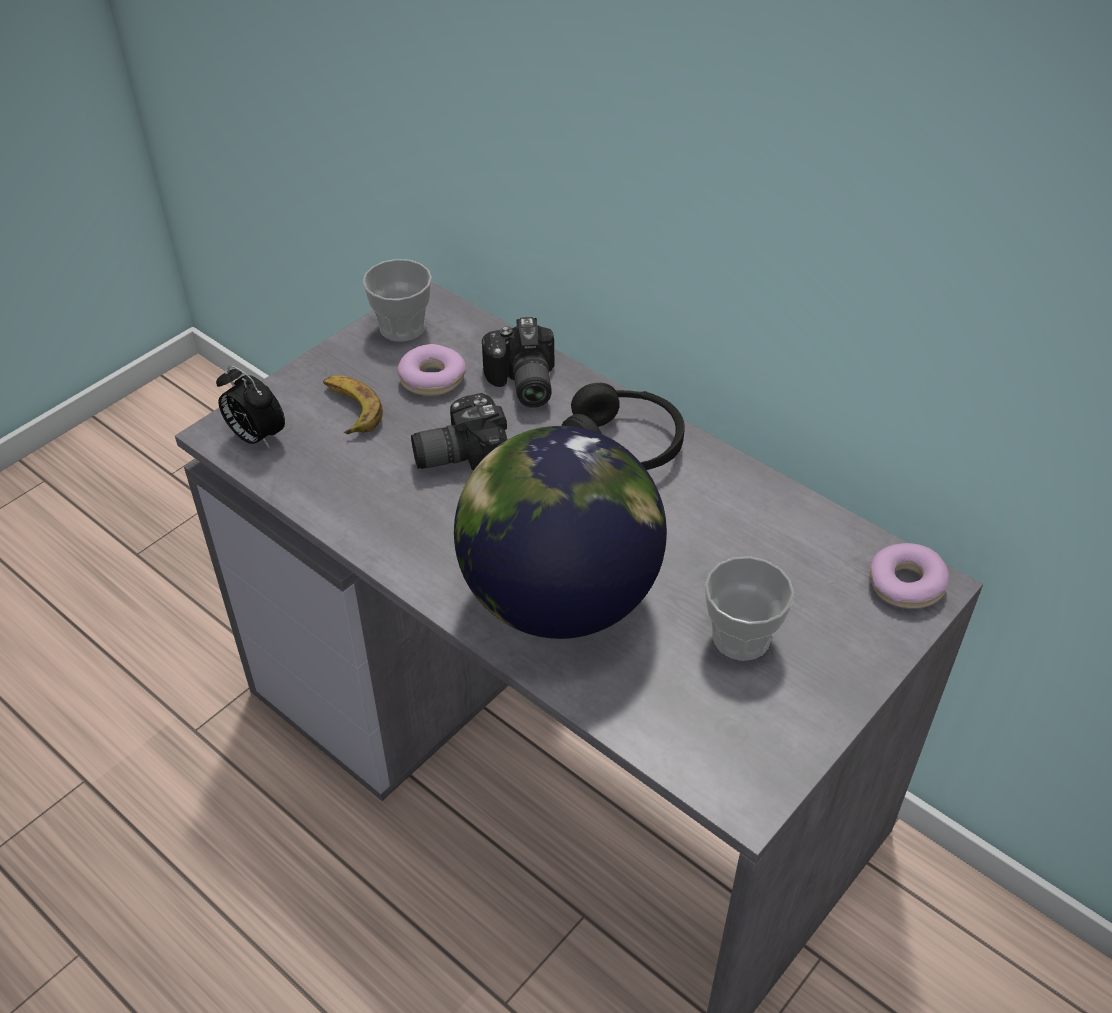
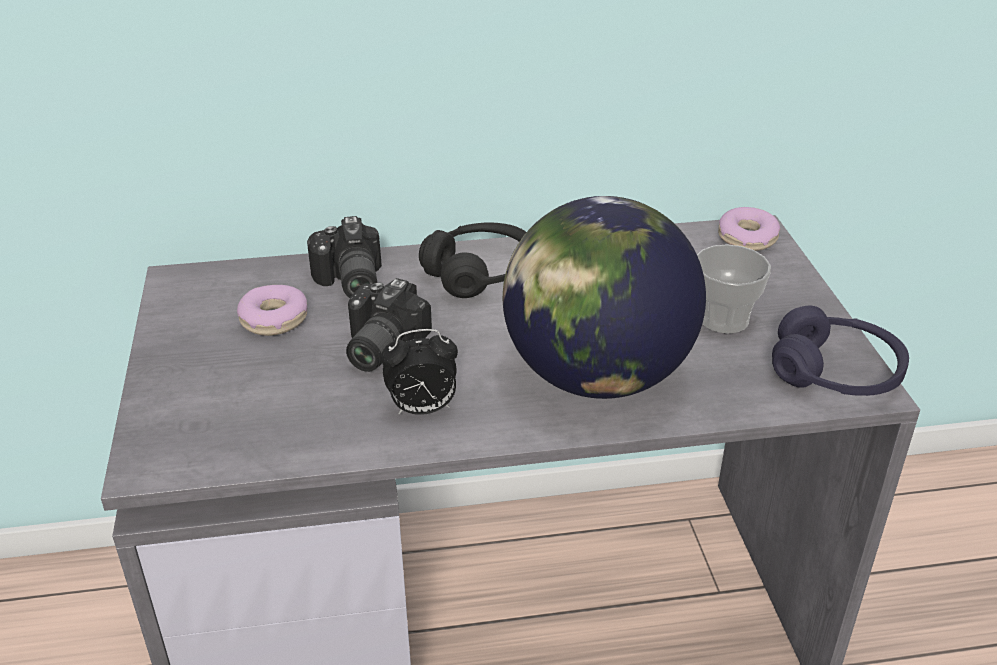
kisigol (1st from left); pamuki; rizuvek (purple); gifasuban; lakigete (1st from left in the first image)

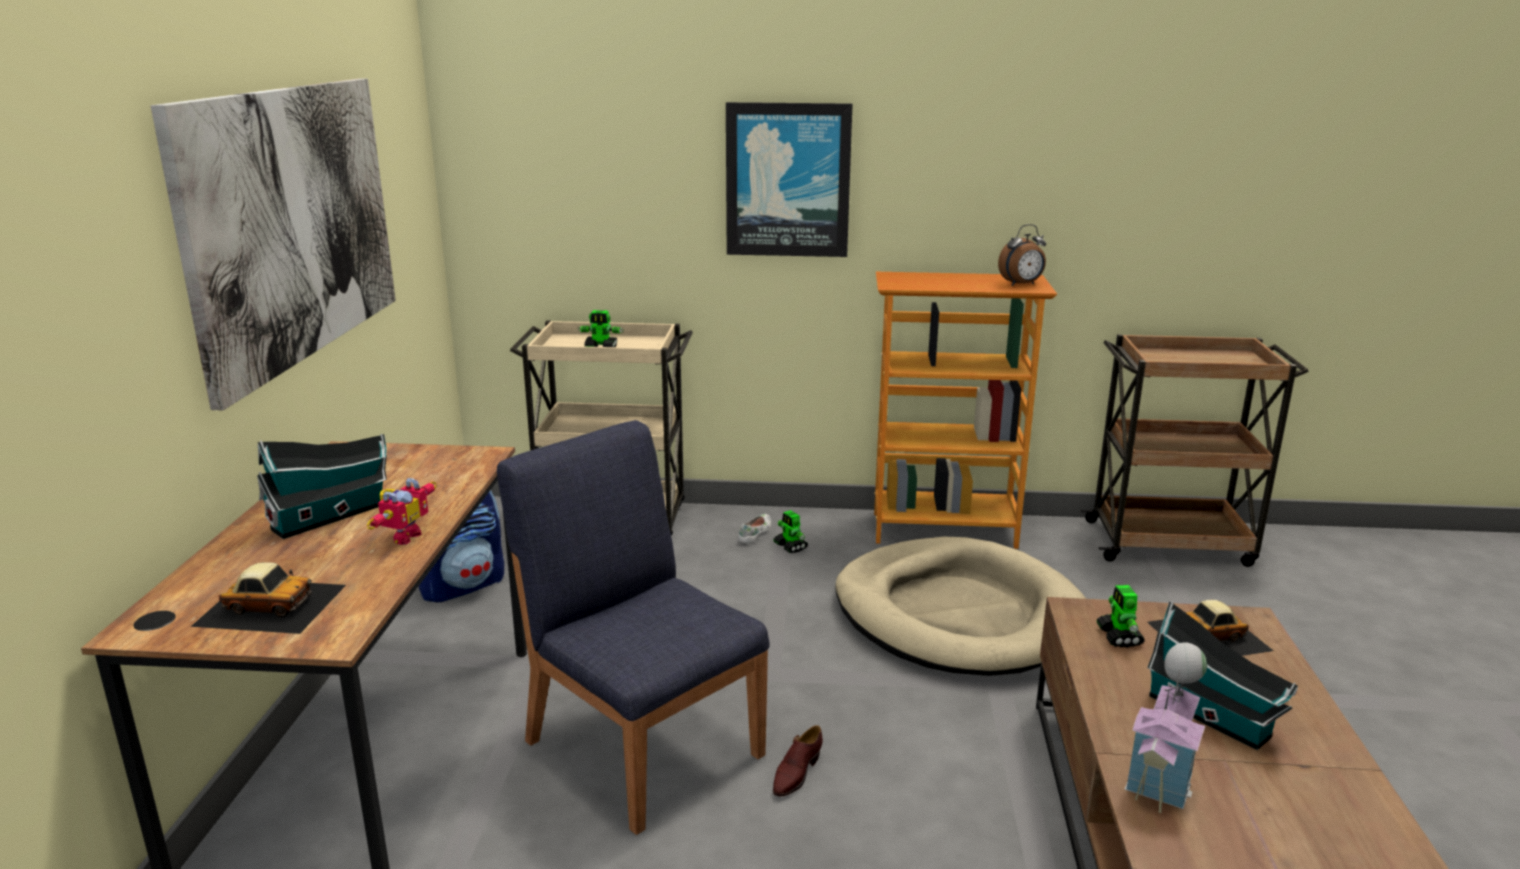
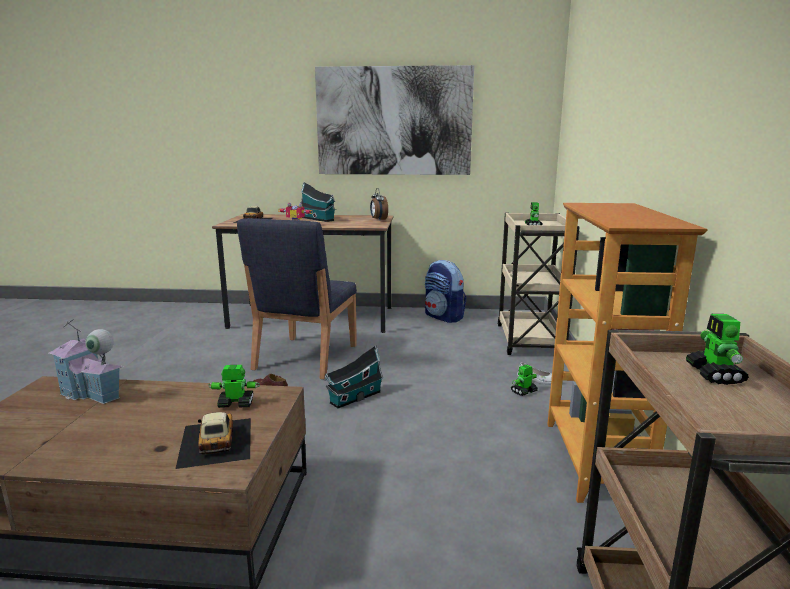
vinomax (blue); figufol (3rd from left); pamuki; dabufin (5th from left); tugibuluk (2nd from left in the first image); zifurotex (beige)

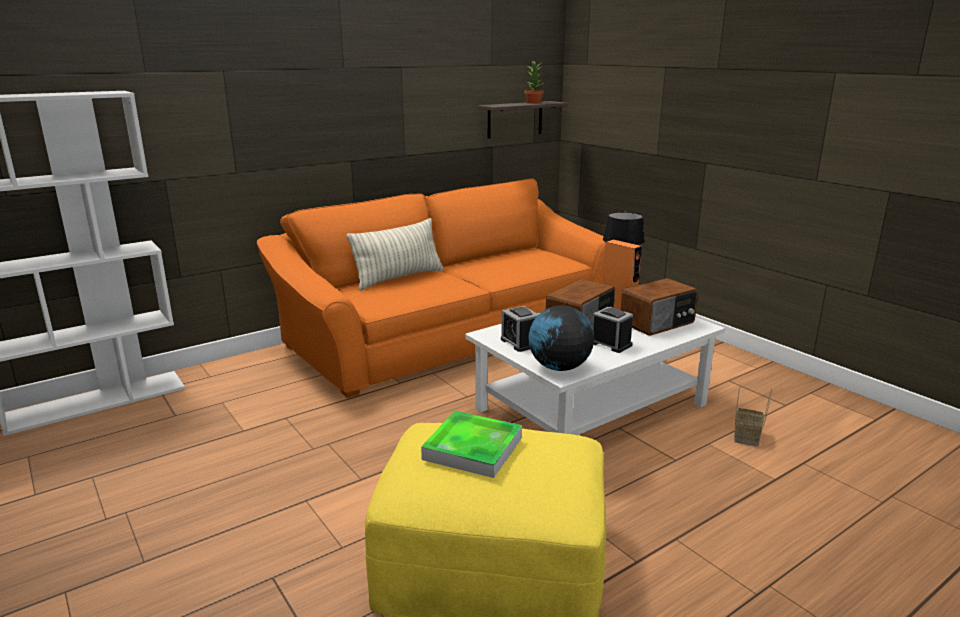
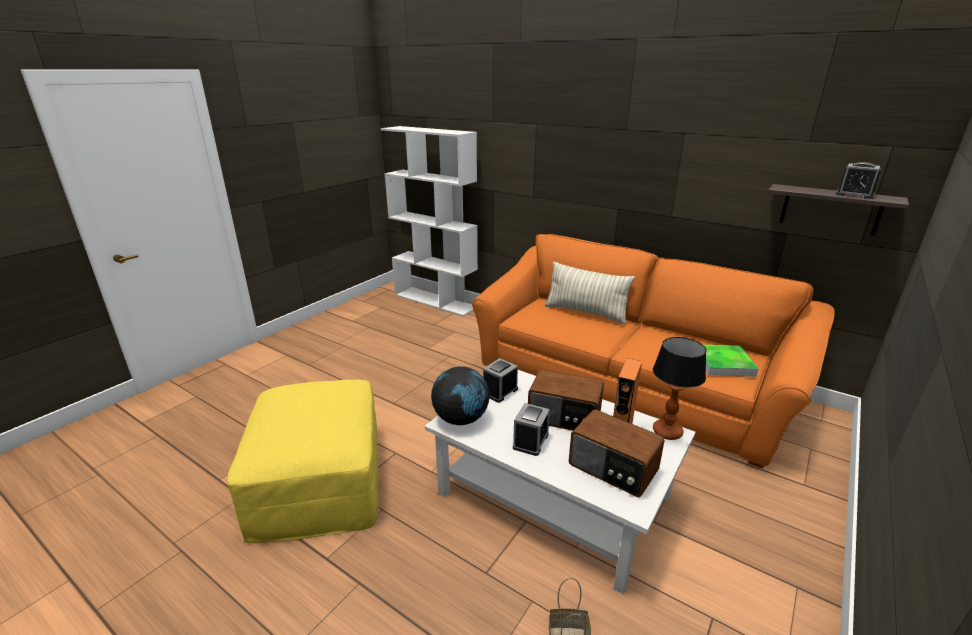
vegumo; pamuki (3rd from left)

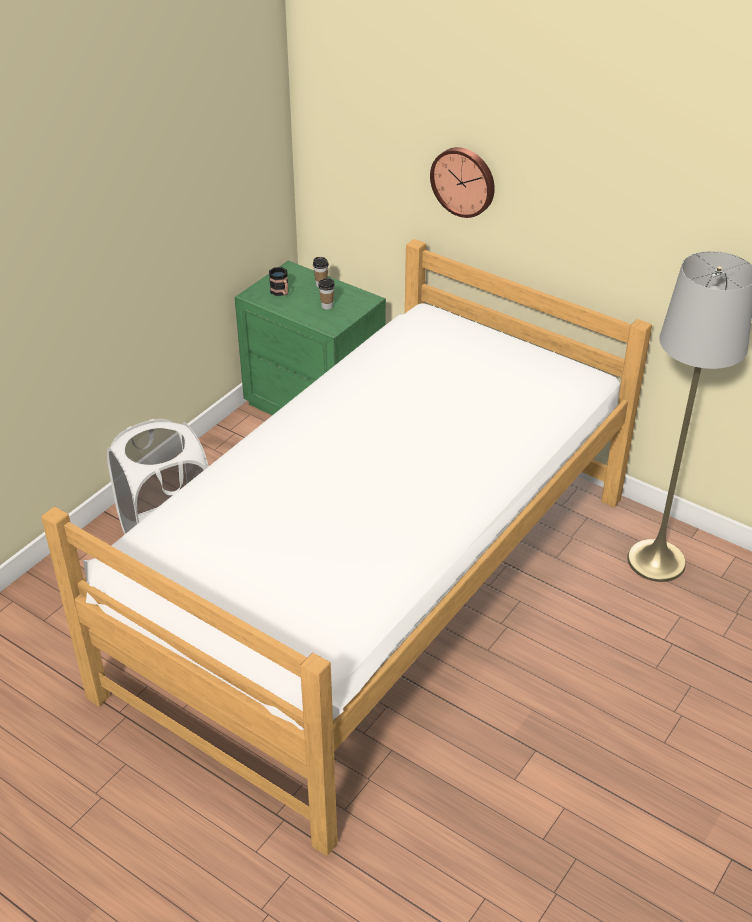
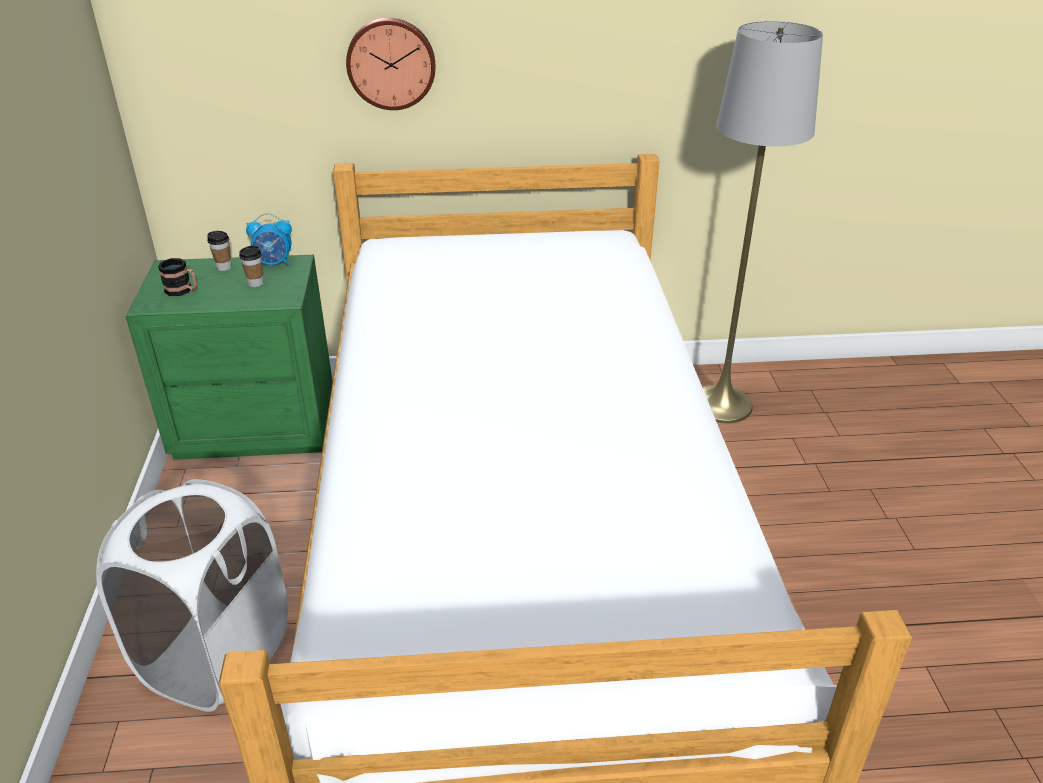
pamuki

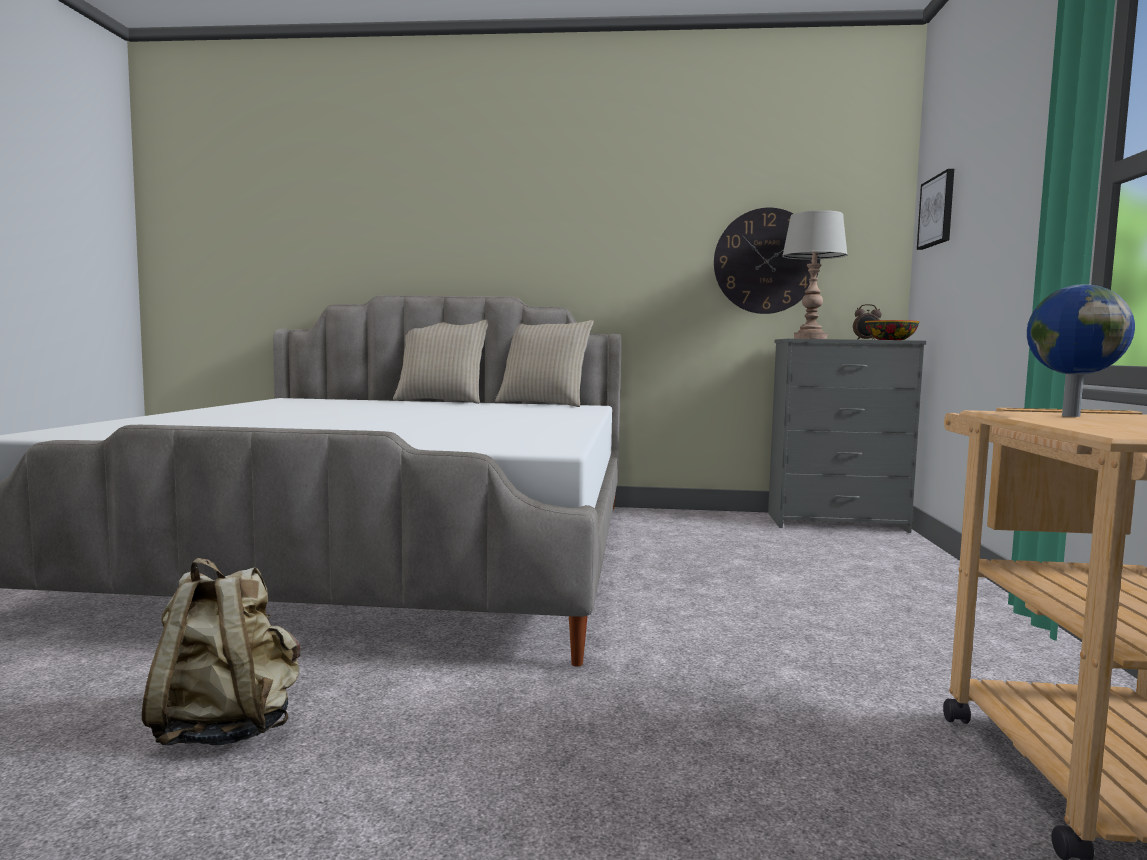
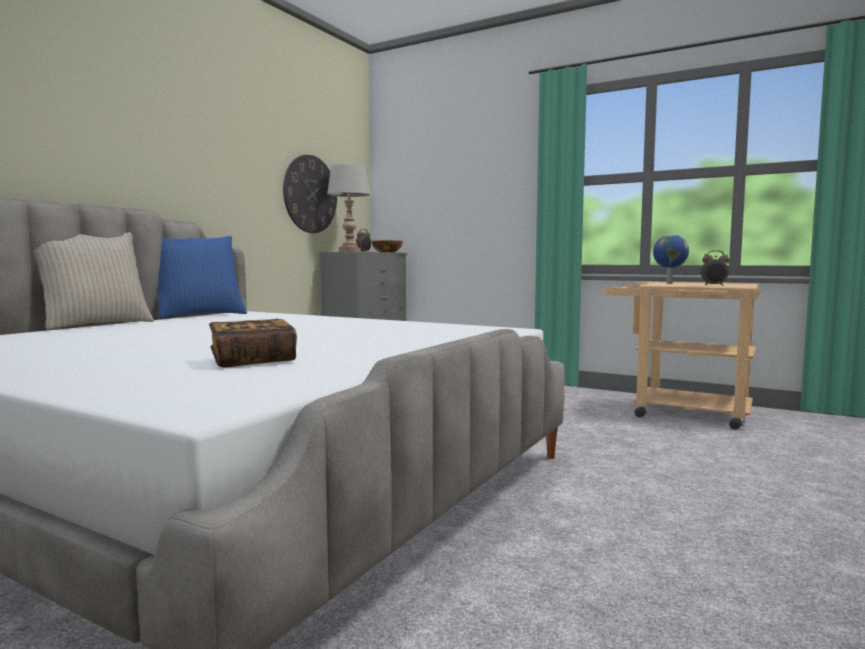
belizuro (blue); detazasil; pamuki (2nd from left); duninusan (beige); tugibuluk

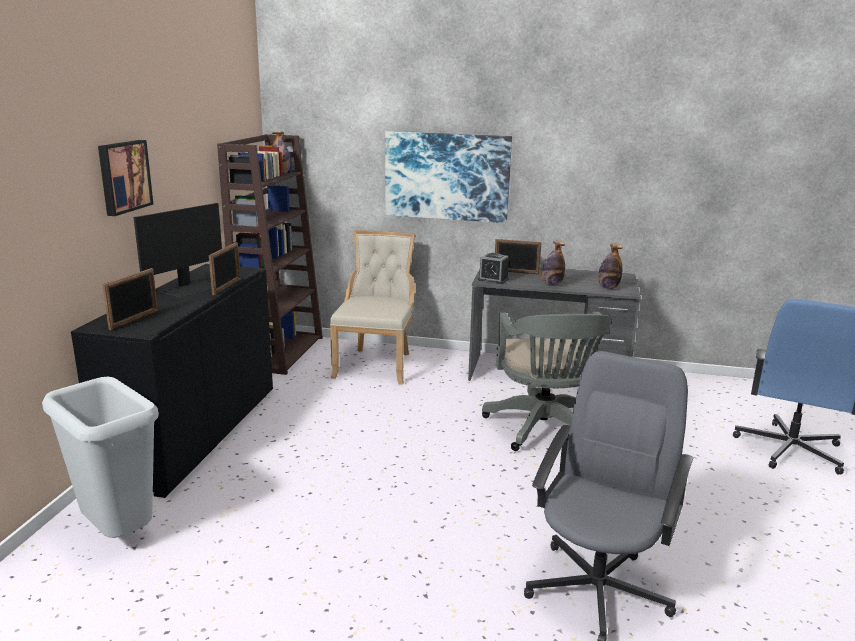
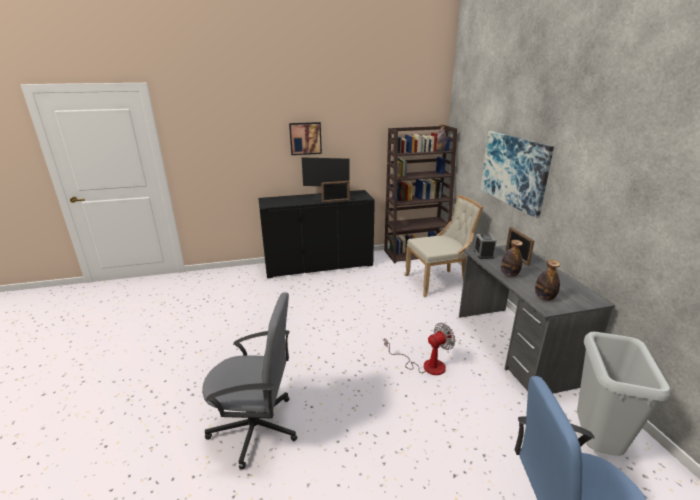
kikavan; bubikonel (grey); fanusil (1st from left in the first image)

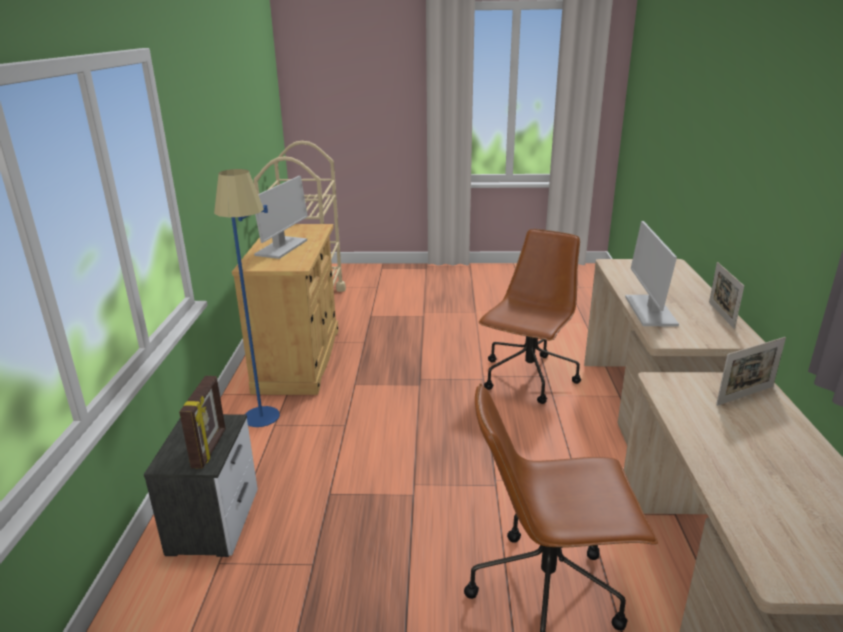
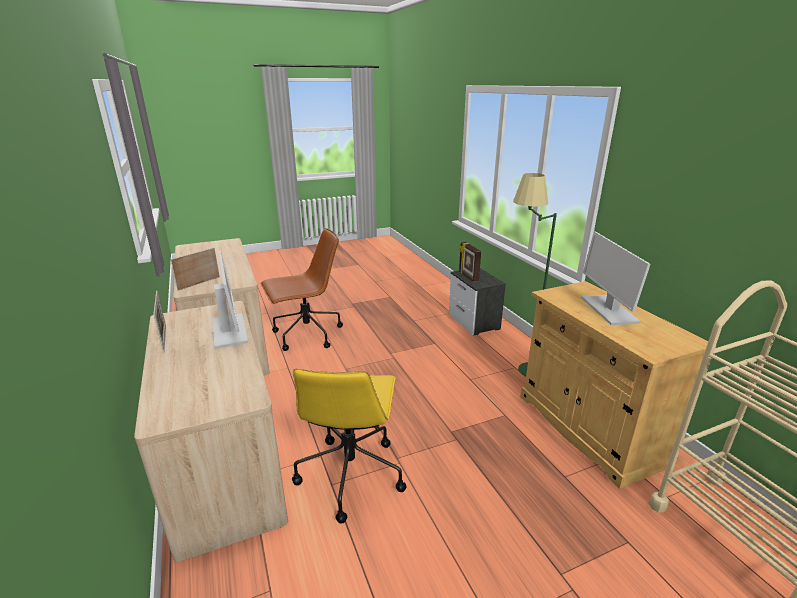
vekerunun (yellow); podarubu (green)

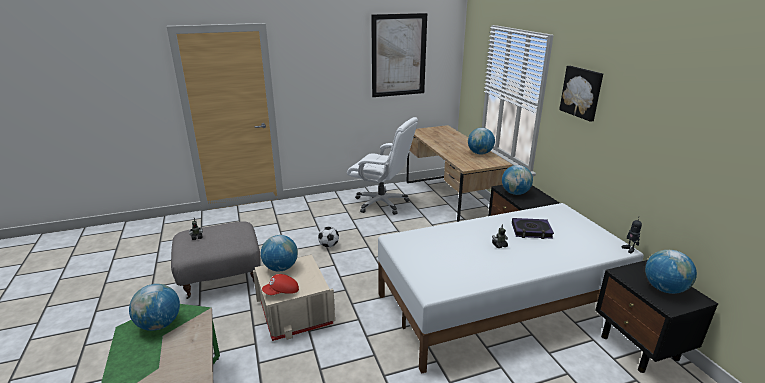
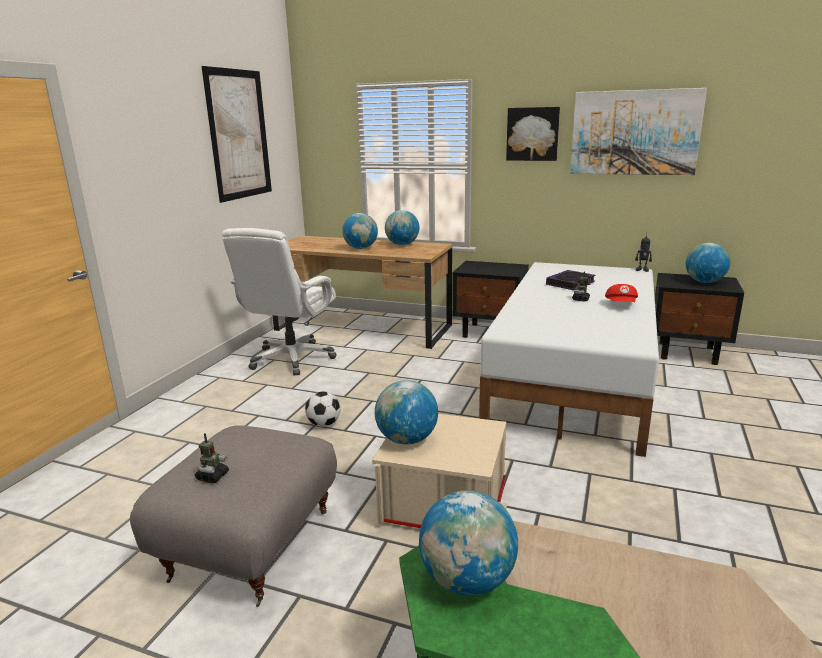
vekerunun (white); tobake (1st from left); tugibuluk (3rd from left); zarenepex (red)

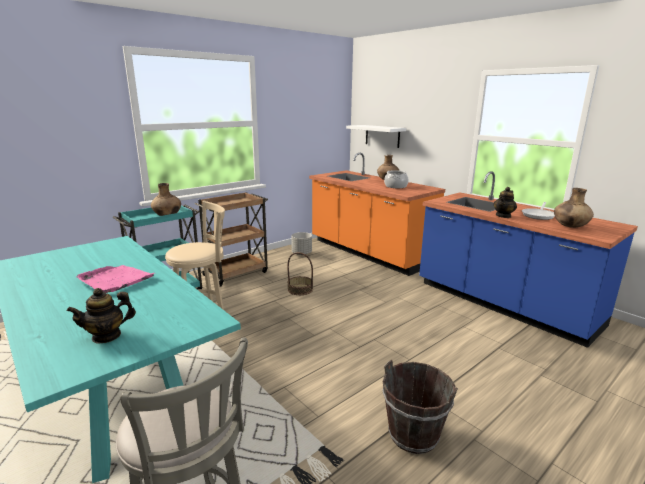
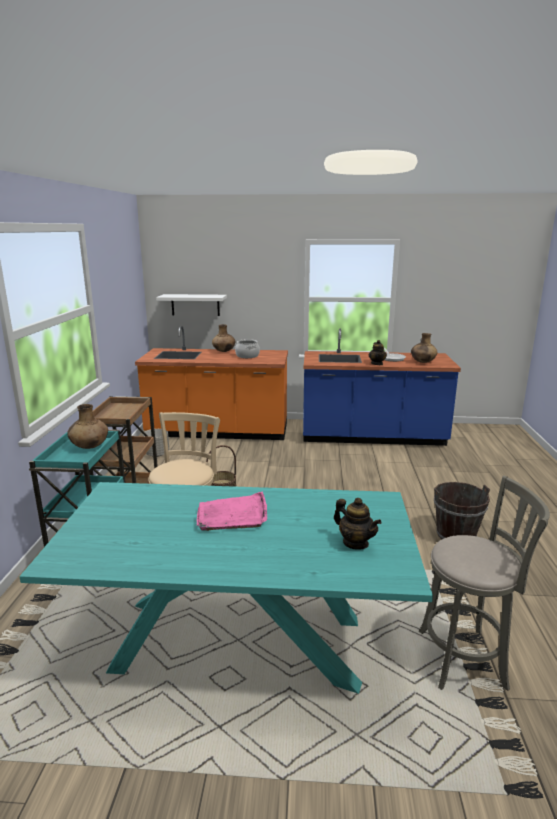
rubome (1st from left)

